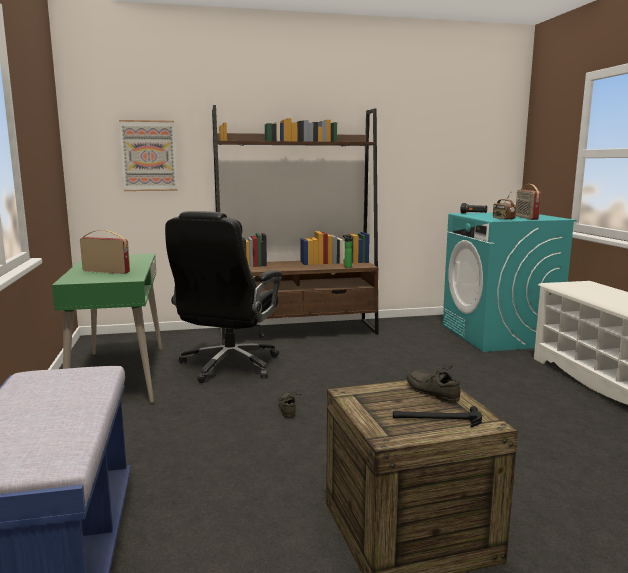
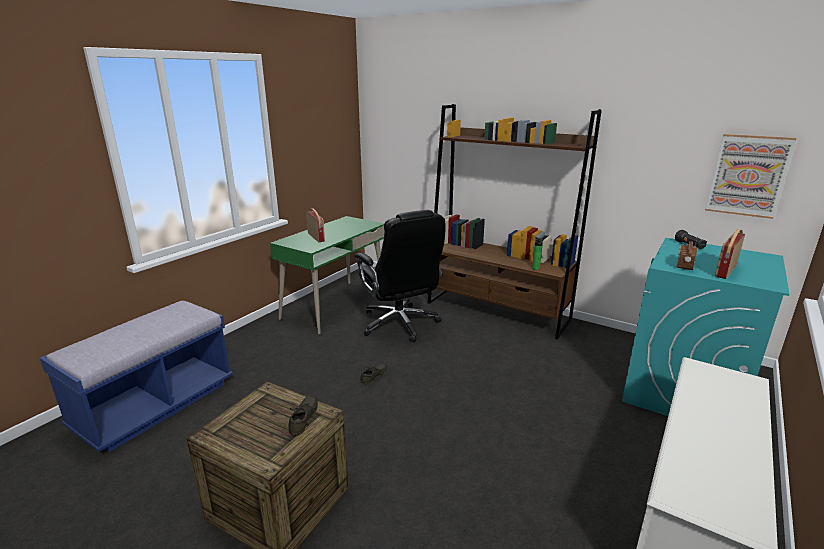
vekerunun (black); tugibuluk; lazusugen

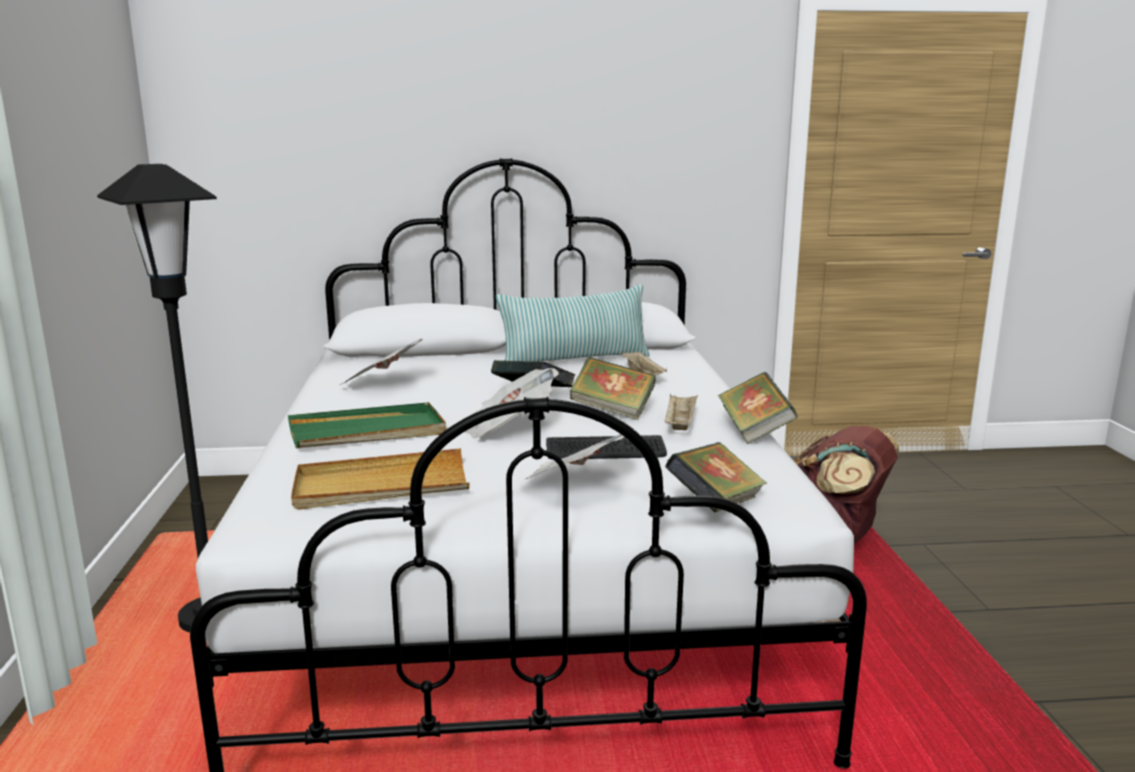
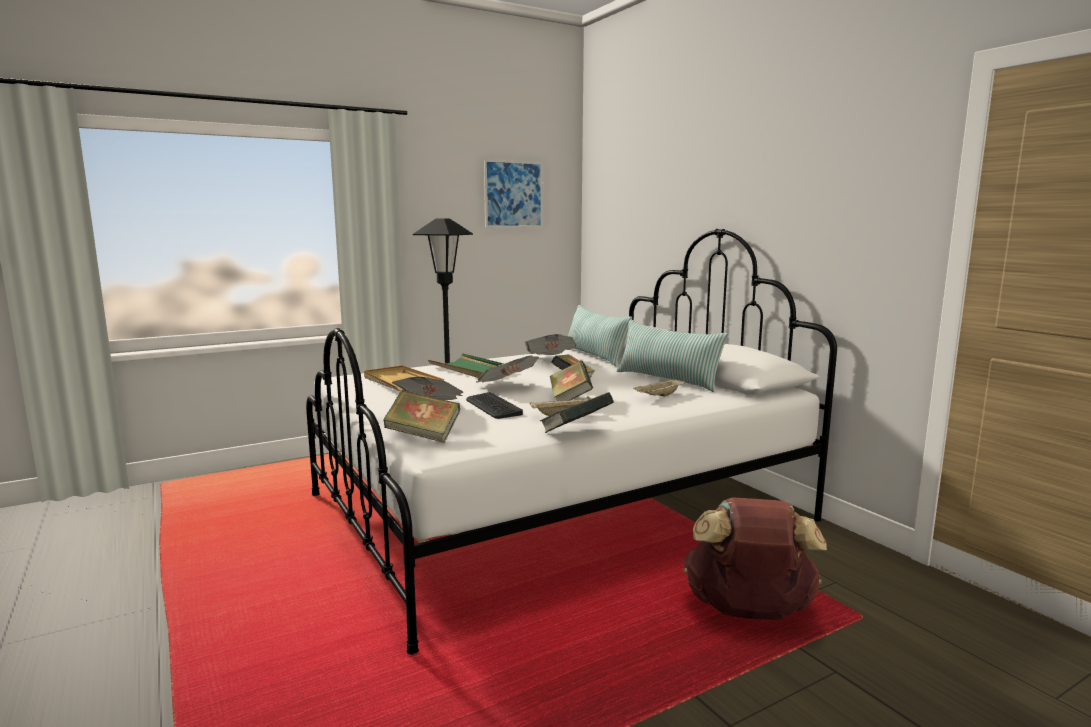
tugibuluk; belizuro (1st from left)

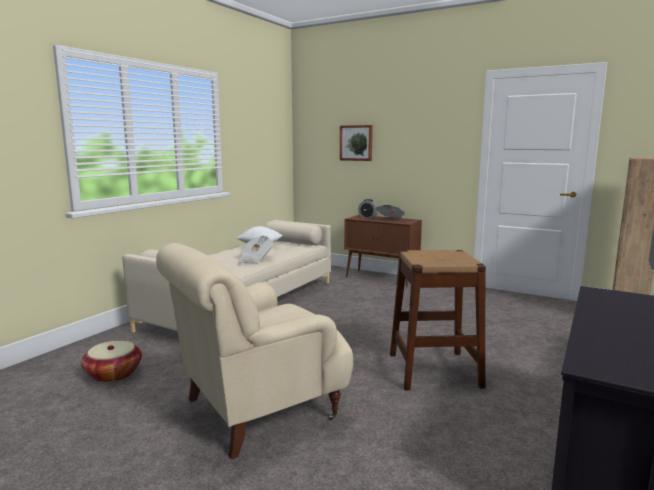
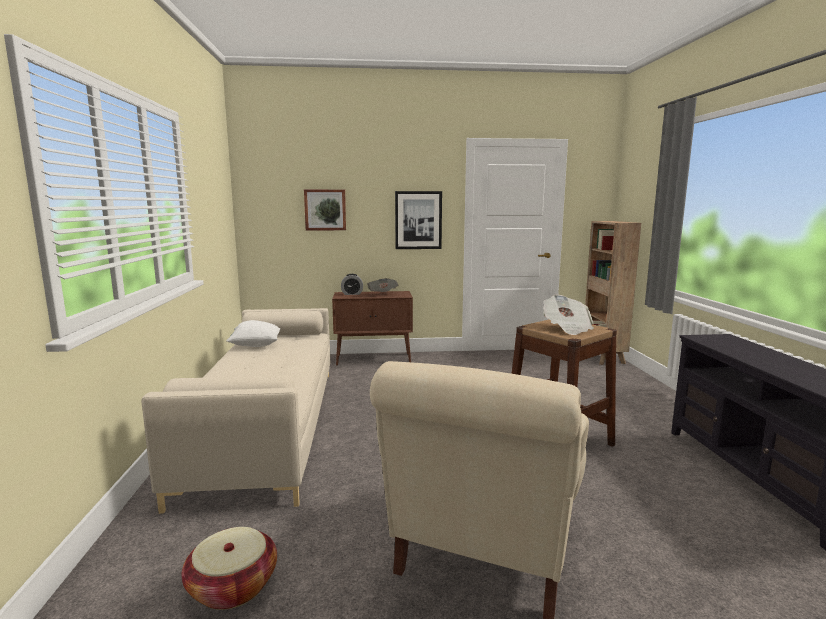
tugibuluk (2nd from left); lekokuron (2nd from left)

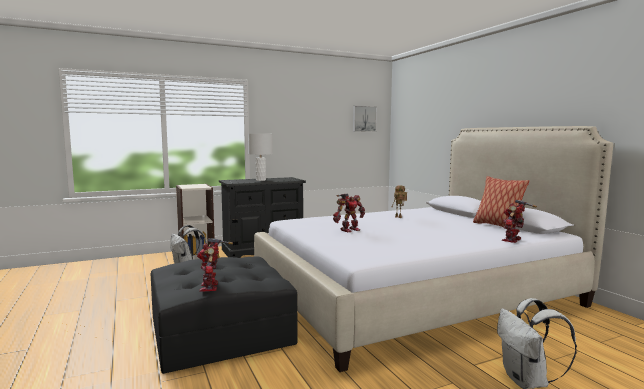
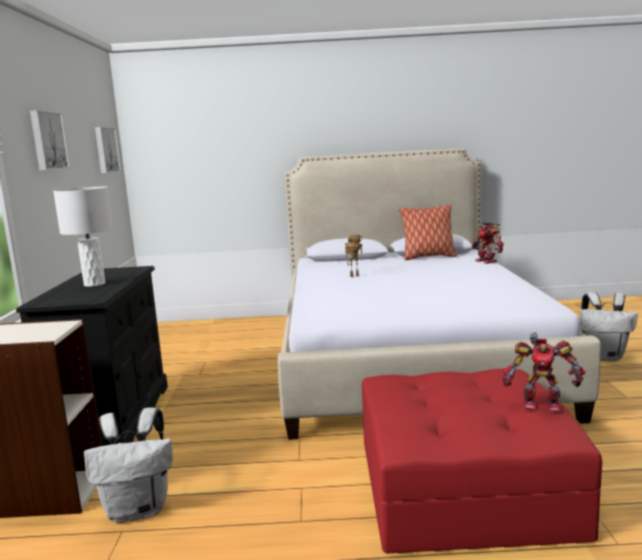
tugibuluk (1st from left); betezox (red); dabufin (2nd from left in the first image)

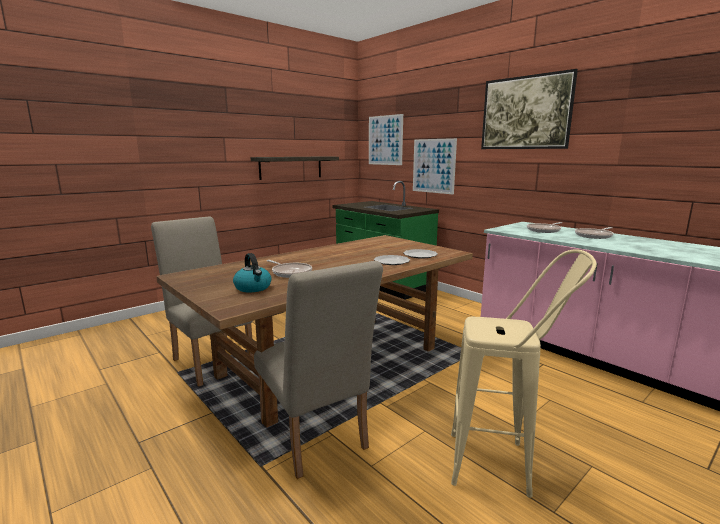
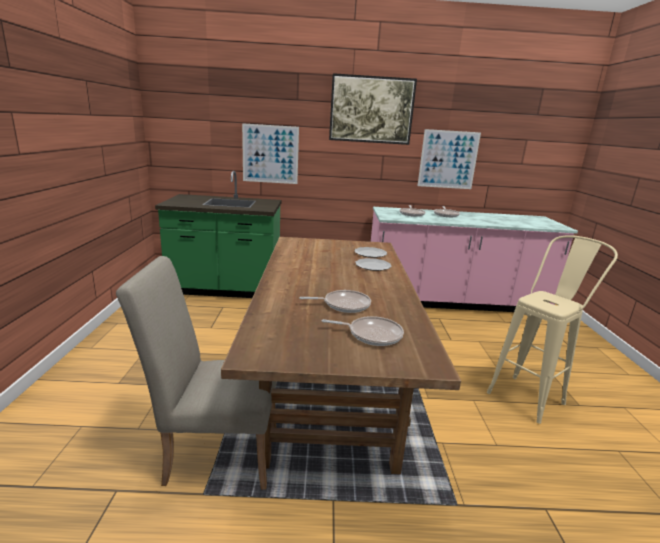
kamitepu (2nd from left); tugibuluk (3rd from left); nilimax; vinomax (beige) (2nd from left in the first image)

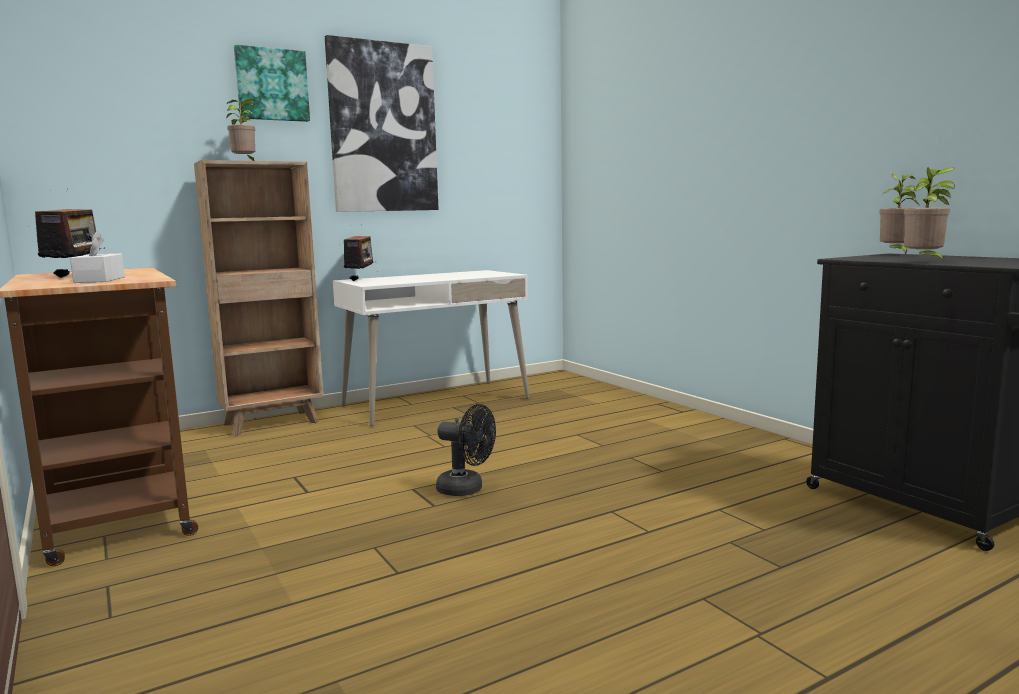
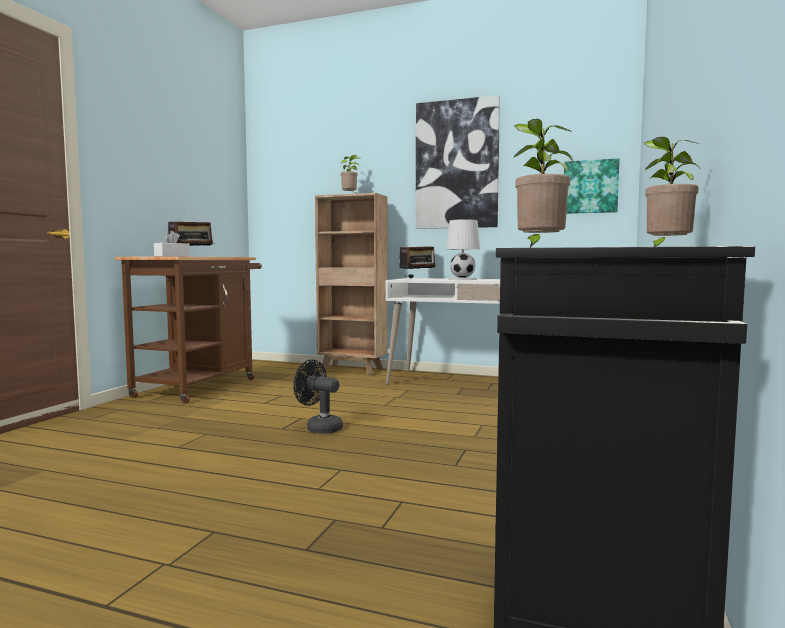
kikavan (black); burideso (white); tugibuluk (2nd from left)

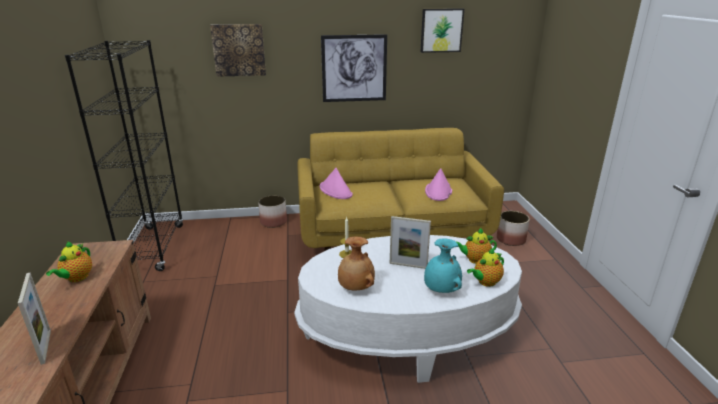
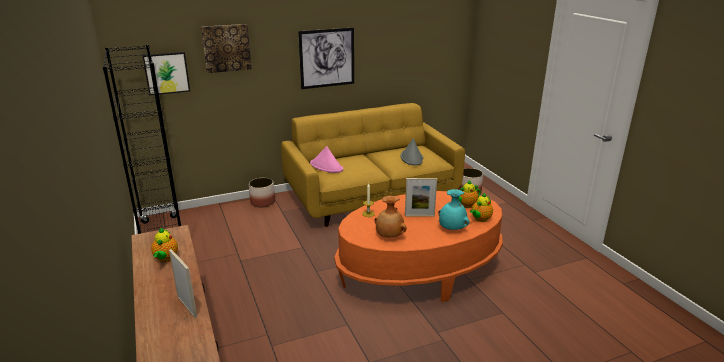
tugibuluk (1st from left); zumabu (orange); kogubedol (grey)

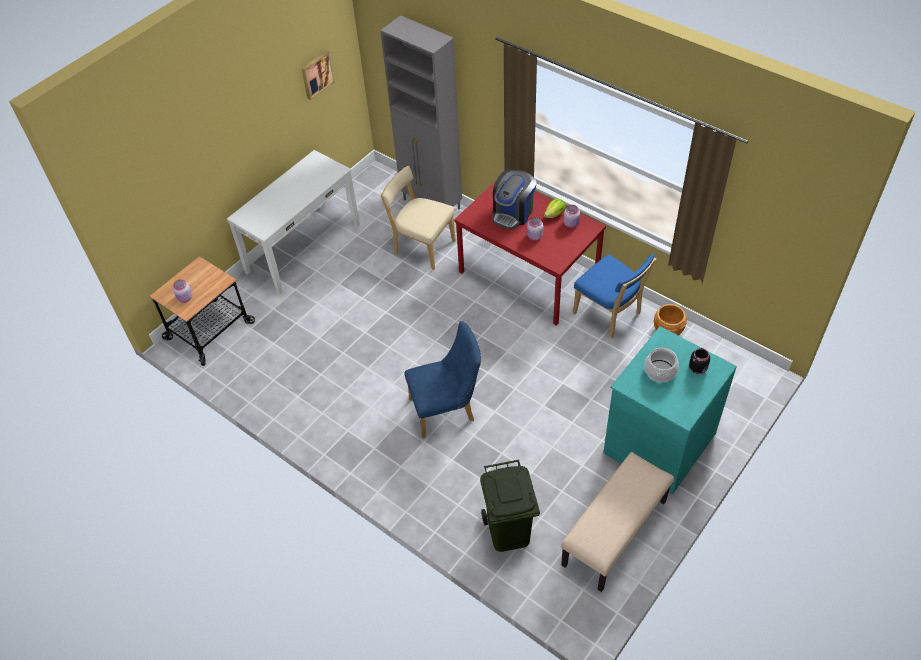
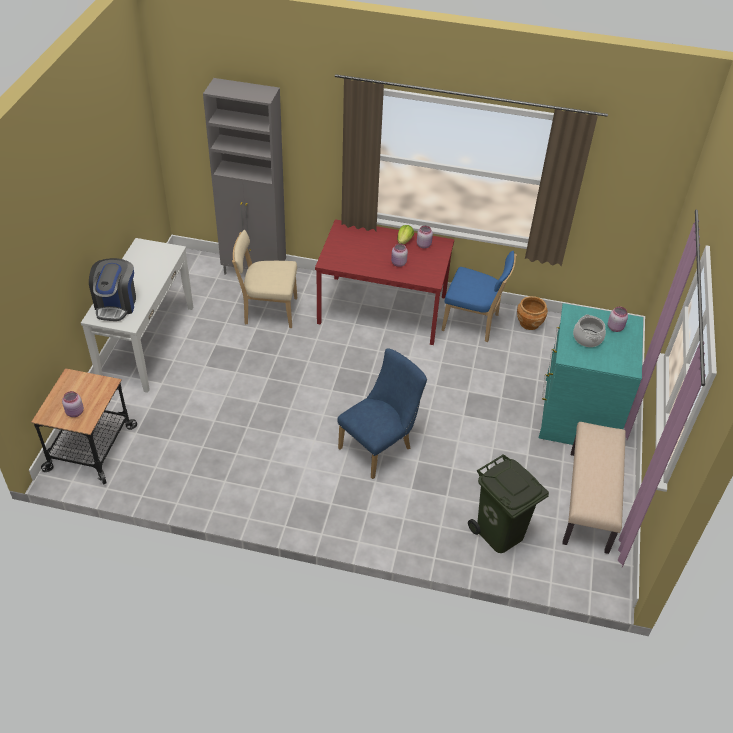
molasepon; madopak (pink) (4th from left); tugibuluk

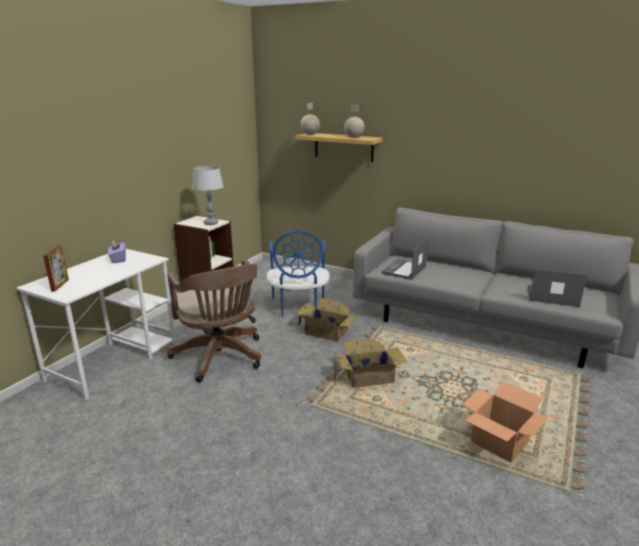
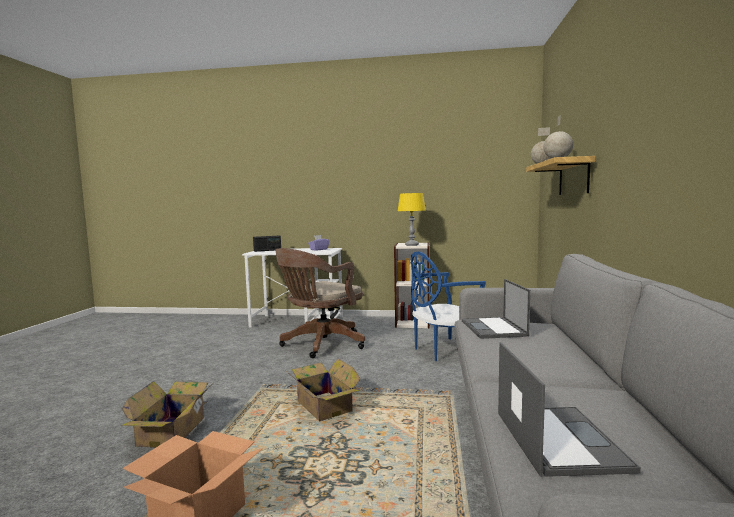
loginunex (1st from left); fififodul; burideso (yellow); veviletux (1st from left)

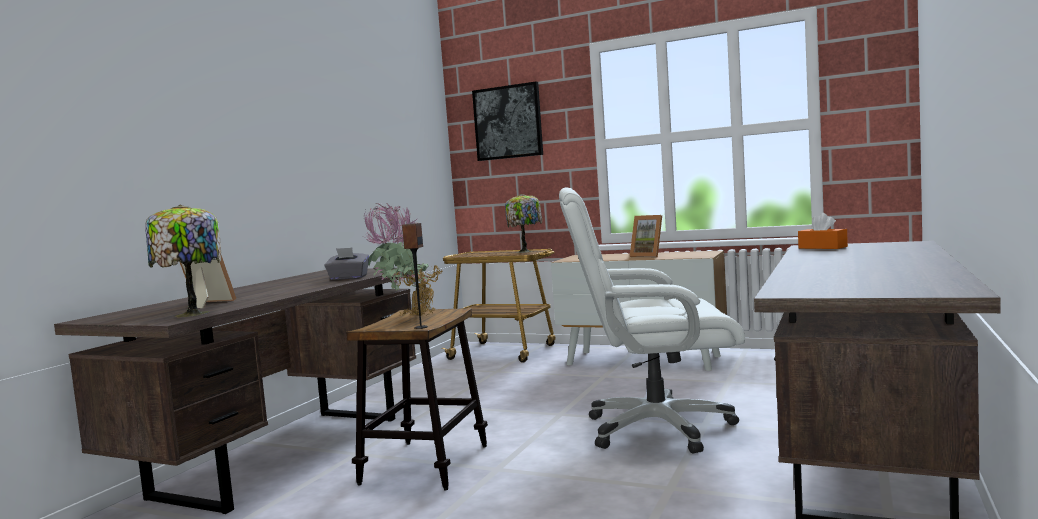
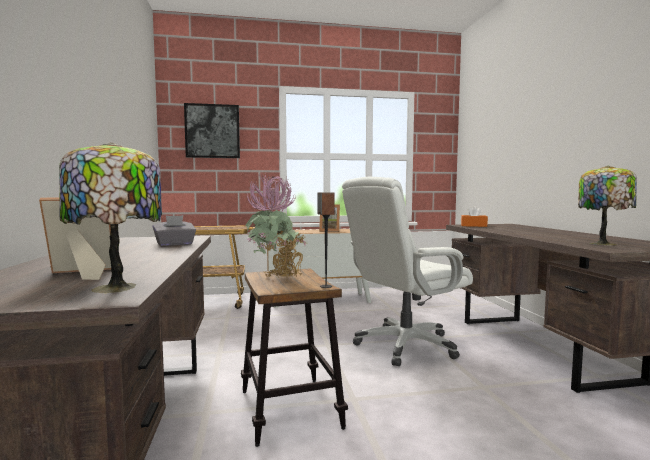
burideso (2nd from left)

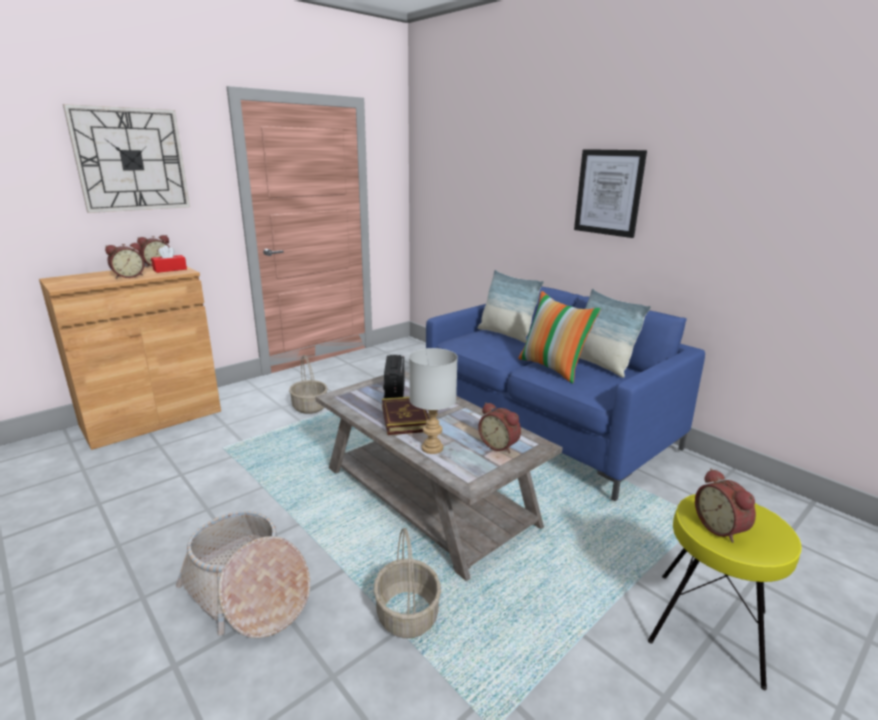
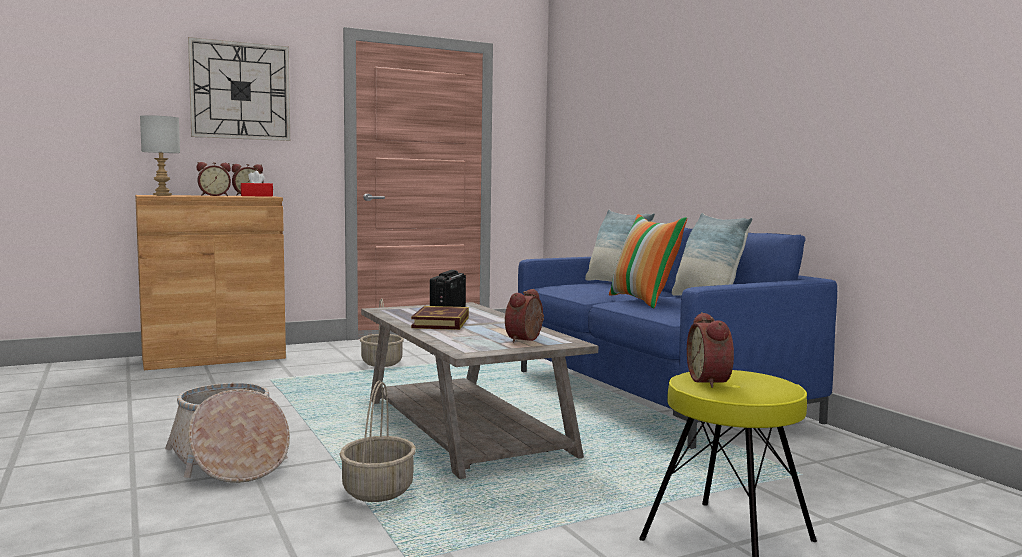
burideso (grey); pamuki (3rd from left); tugibuluk

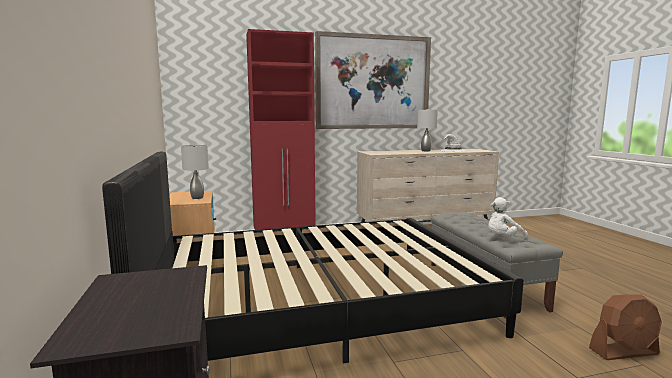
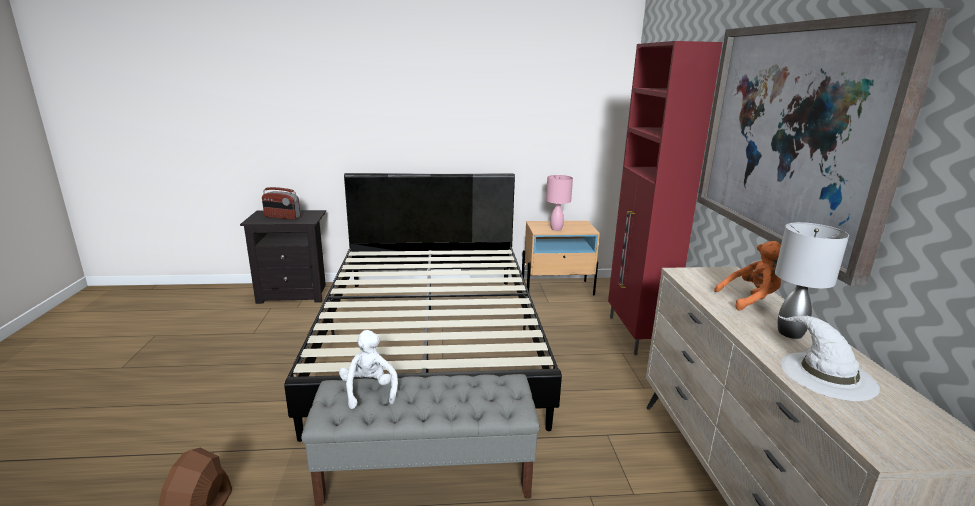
fififodul; burideso (pink); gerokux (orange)

